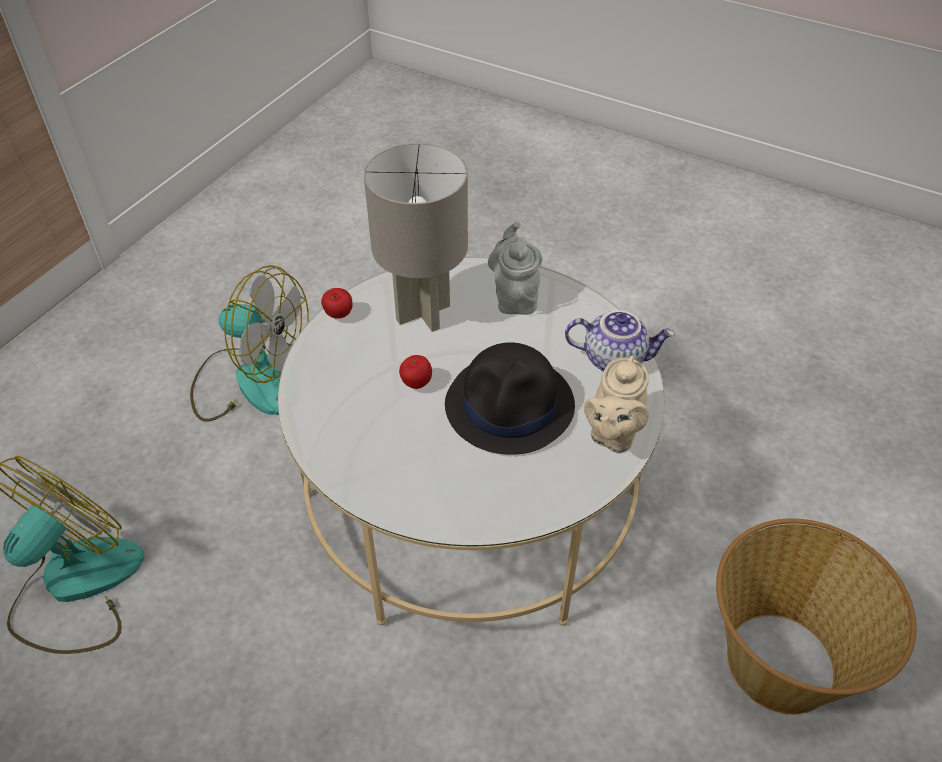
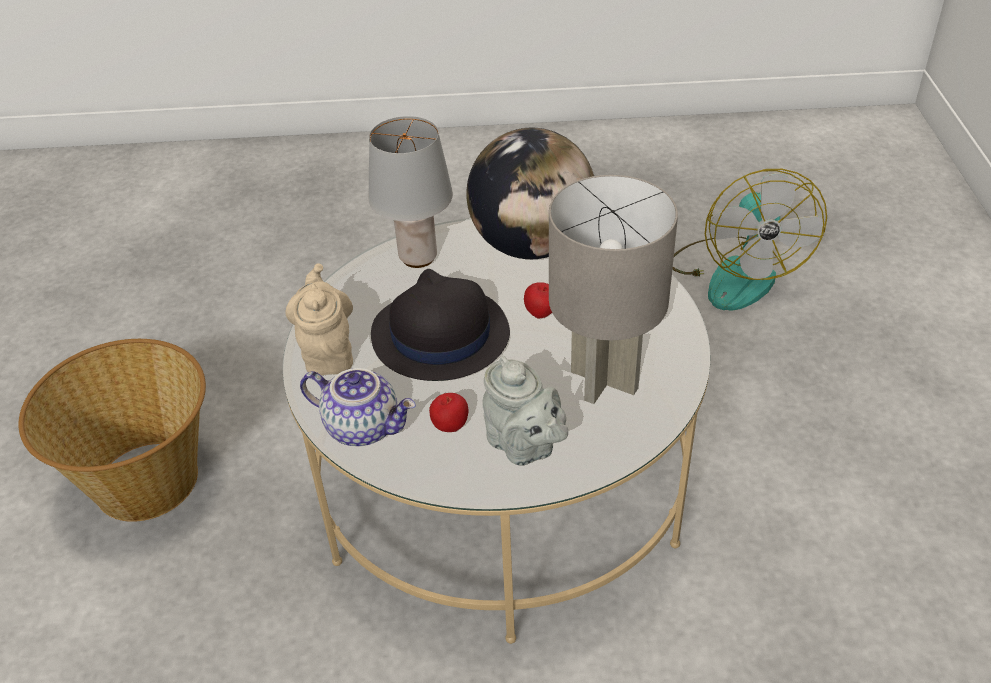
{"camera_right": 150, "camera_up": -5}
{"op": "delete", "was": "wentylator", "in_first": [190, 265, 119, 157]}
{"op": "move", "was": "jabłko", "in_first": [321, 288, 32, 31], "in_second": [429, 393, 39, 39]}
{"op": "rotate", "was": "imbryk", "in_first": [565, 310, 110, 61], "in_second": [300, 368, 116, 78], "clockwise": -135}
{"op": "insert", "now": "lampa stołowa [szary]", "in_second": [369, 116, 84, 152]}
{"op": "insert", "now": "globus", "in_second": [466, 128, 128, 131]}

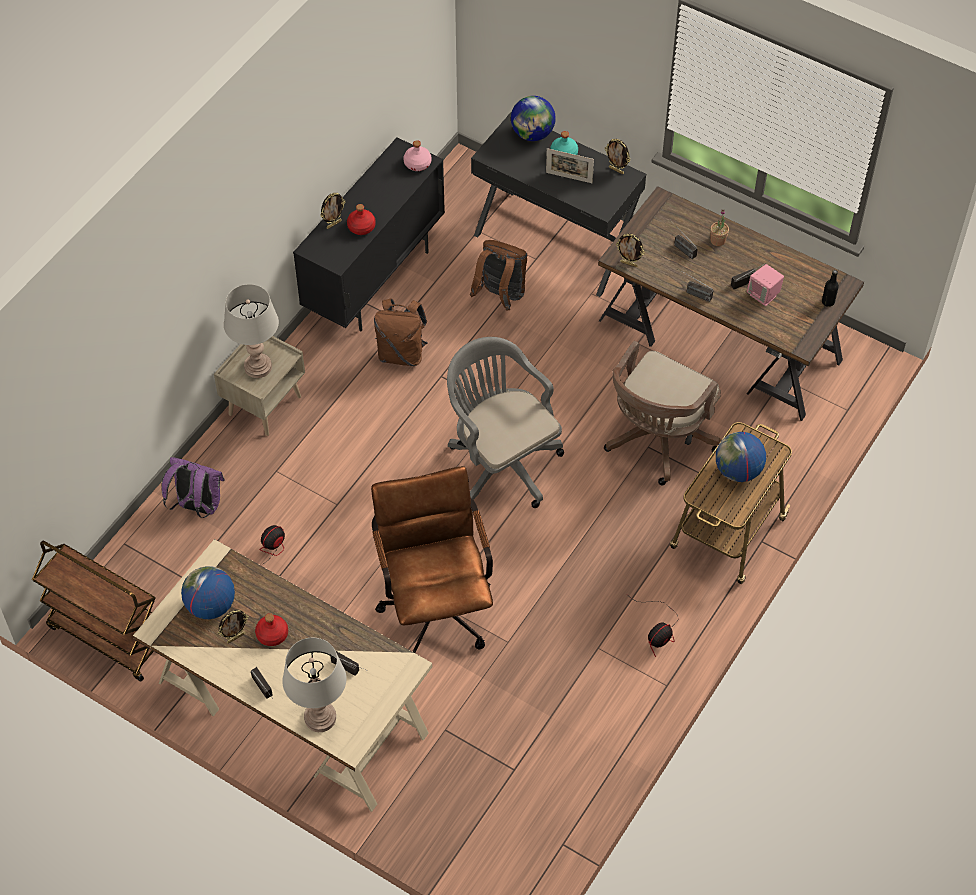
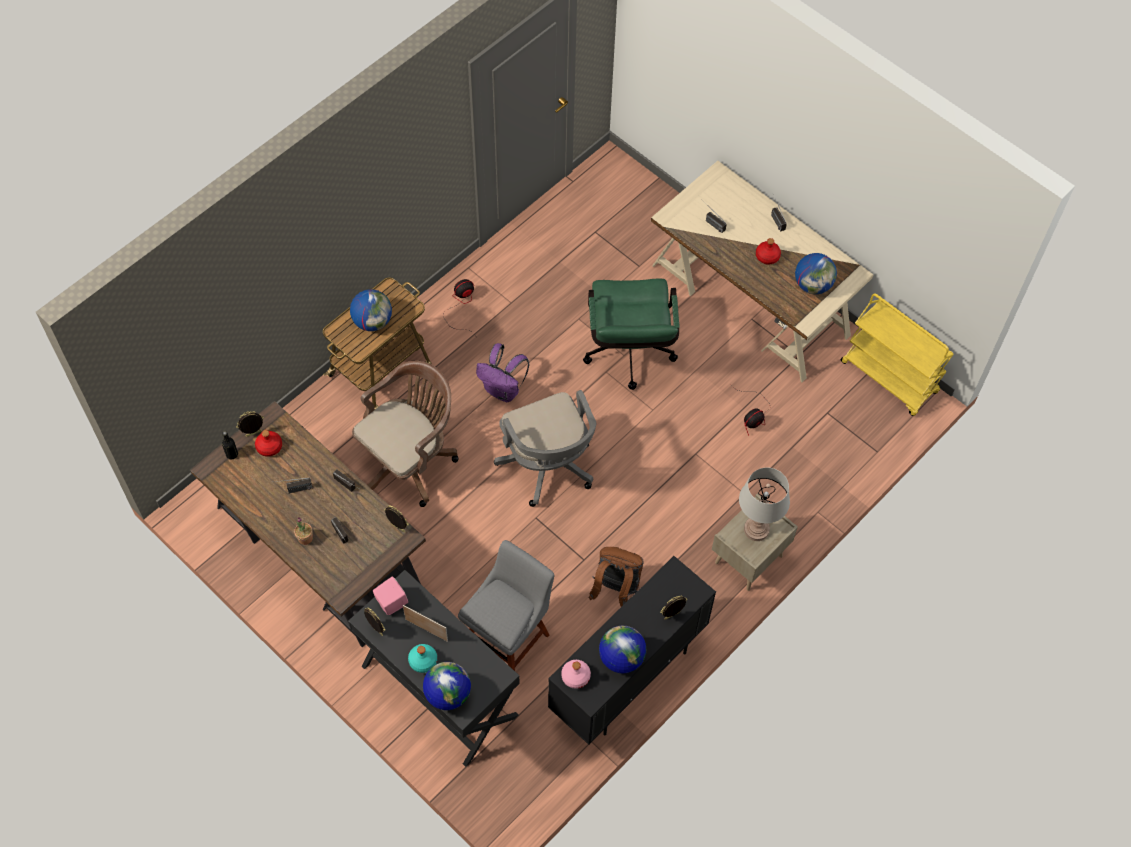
{"camera_right": -170, "camera_up": 5}
{"op": "move", "was": "butelka [czerwony]", "in_first": [347, 204, 29, 31], "in_second": [255, 430, 27, 27]}
{"op": "replace", "was": "plecak [brązowy]", "now": "krzesło [szary]", "in_first": [470, 240, 57, 71], "in_second": [458, 540, 97, 131]}
{"op": "move", "was": "głośnik [różowy]", "in_first": [747, 264, 37, 42], "in_second": [373, 577, 35, 38]}
{"op": "move", "was": "plecak [fioletowy]", "in_first": [161, 457, 64, 61], "in_second": [476, 343, 53, 59]}
{"op": "recolor", "was": "krzesło biurowe [brązowy]", "now": "krzesło biurowe [zielony]", "in_first": [371, 466, 122, 187], "in_second": [583, 279, 97, 111]}
{"op": "recolor", "was": "wózek [brązowy]", "now": "wózek [żółty]", "in_first": [32, 540, 124, 142], "in_second": [841, 293, 113, 123]}
{"op": "move", "was": "ramka na zdjęcie", "in_first": [218, 610, 31, 34], "in_second": [236, 411, 28, 26]}
{"op": "delete", "was": "lampa stołowa [szary]", "in_first": [282, 638, 65, 94]}
{"op": "insert", "now": "globus", "in_second": [599, 626, 47, 47]}

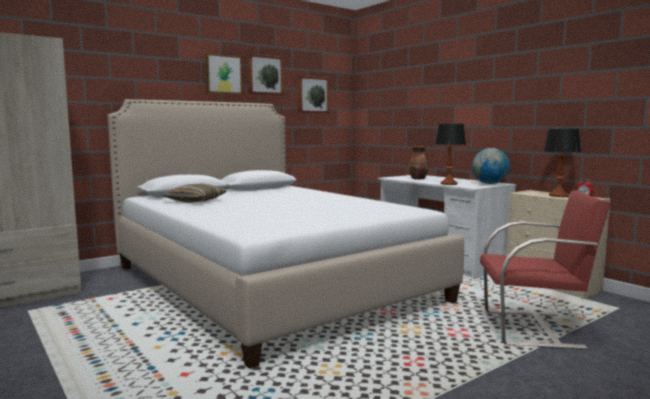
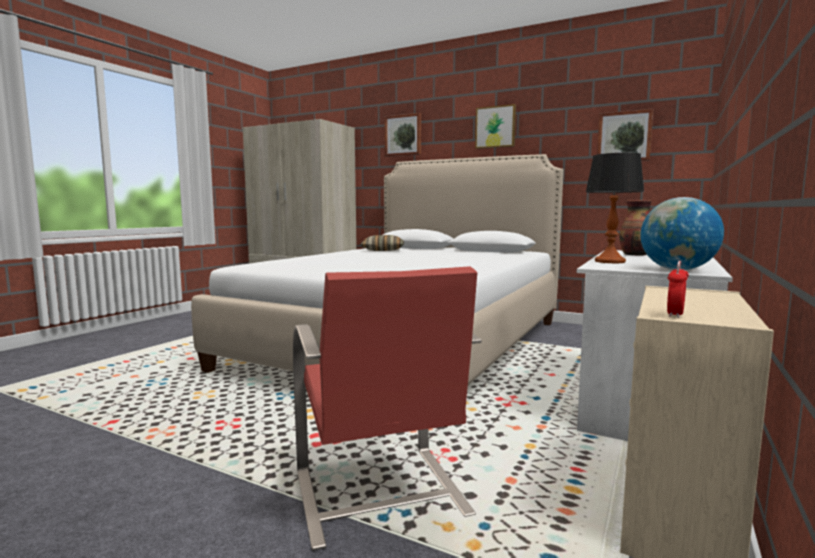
{"camera_right": 65, "camera_up": 0}
{"op": "move", "was": "obraz", "in_first": [248, 54, 36, 42], "in_second": [384, 113, 37, 44]}
{"op": "delete", "was": "lampa stołowa", "in_first": [543, 129, 38, 68]}

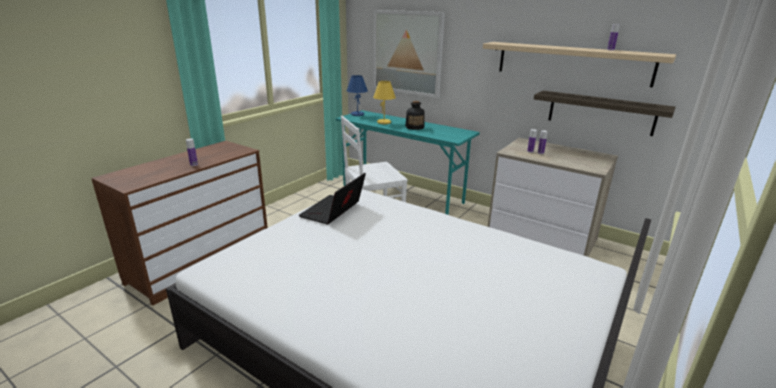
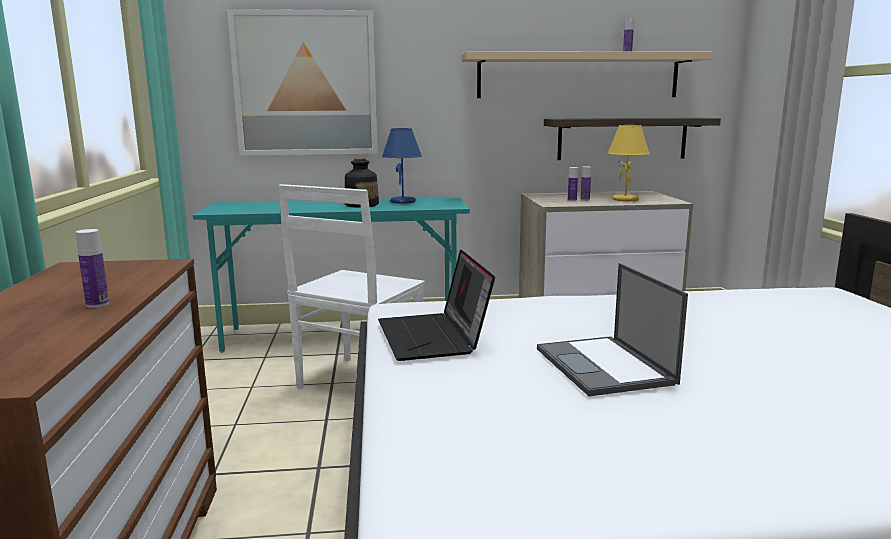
{"camera_right": -40, "camera_up": -10}
{"op": "move", "was": "lampa stołowa [niebieski]", "in_first": [347, 75, 21, 41], "in_second": [382, 128, 40, 76]}
{"op": "move", "was": "lampa stołowa [żółty]", "in_first": [373, 81, 23, 43], "in_second": [607, 125, 43, 76]}
{"op": "insert", "now": "laptop", "in_second": [537, 263, 151, 133]}

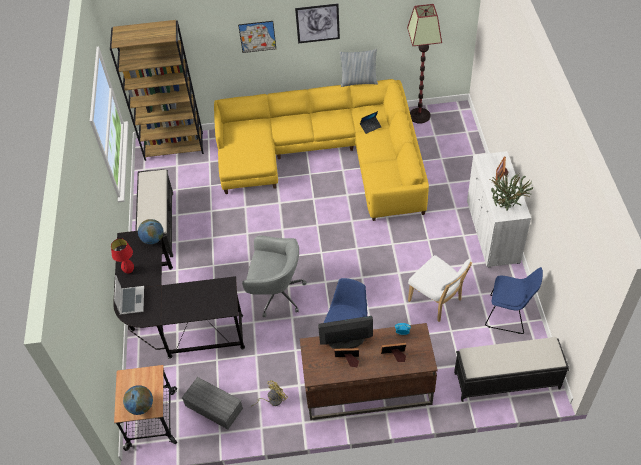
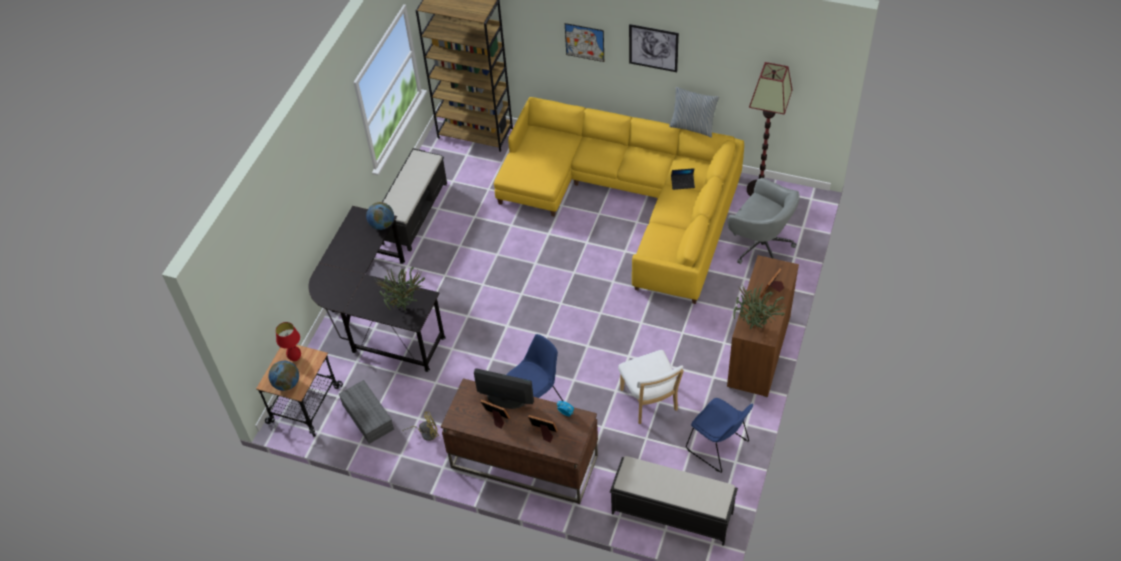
{"camera_right": 25, "camera_up": 0}
{"op": "recolor", "was": "szafka [biały]", "now": "szafka [brązowy]", "in_first": [467, 151, 64, 116], "in_second": [727, 255, 72, 142]}
{"op": "move", "was": "krzesło biurowe [szary]", "in_first": [242, 235, 65, 83], "in_second": [728, 178, 71, 86]}
{"op": "move", "was": "lampa stołowa [czerwony]", "in_first": [111, 238, 23, 35], "in_second": [276, 322, 25, 39]}
{"op": "delete", "was": "laptop", "in_first": [114, 276, 30, 39]}
{"op": "insert", "now": "roślina doniczkowa", "in_second": [373, 267, 52, 43]}

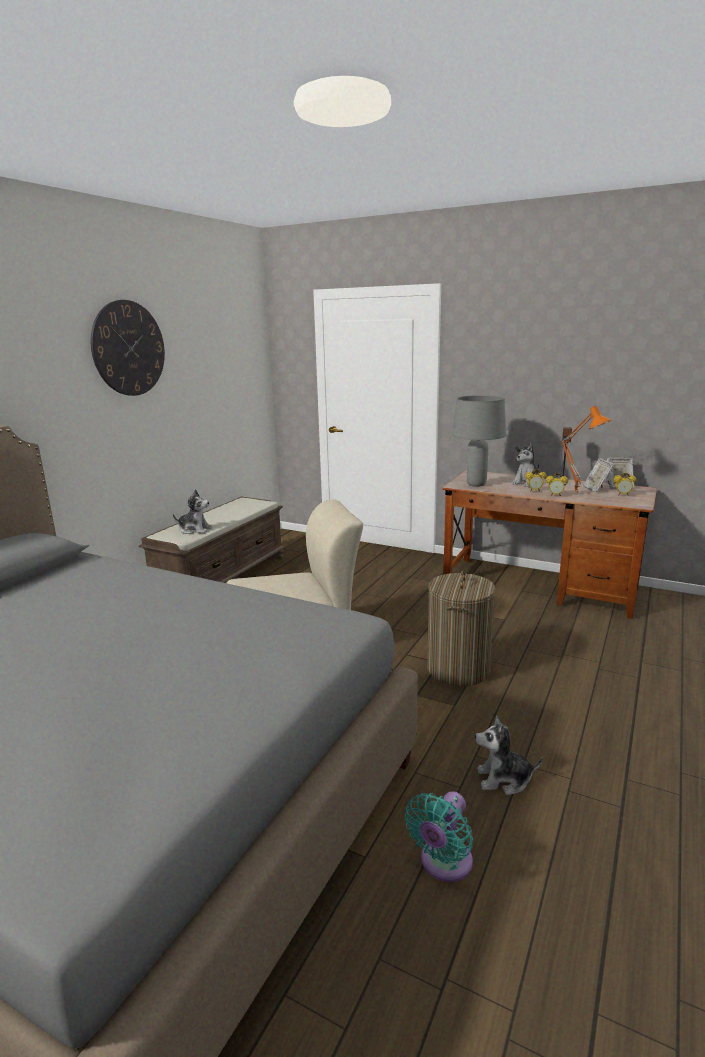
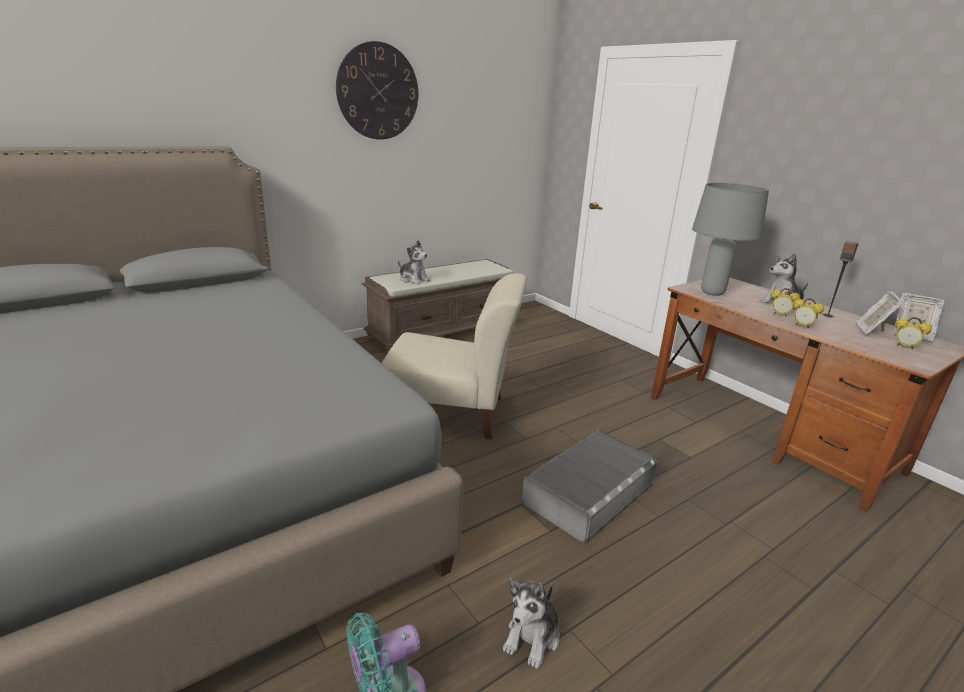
{"camera_right": 25, "camera_up": 5}
{"op": "delete", "was": "lampa stołowa [pomarańczowy]", "in_first": [562, 406, 50, 89]}
{"op": "replace", "was": "kosz na pranie", "now": "pojemnik do przechowywania [szary]", "in_first": [427, 570, 69, 116], "in_second": [522, 430, 135, 114]}
{"op": "rotate", "was": "pluszak", "in_first": [475, 716, 68, 79], "in_second": [503, 578, 57, 91], "clockwise": -90}

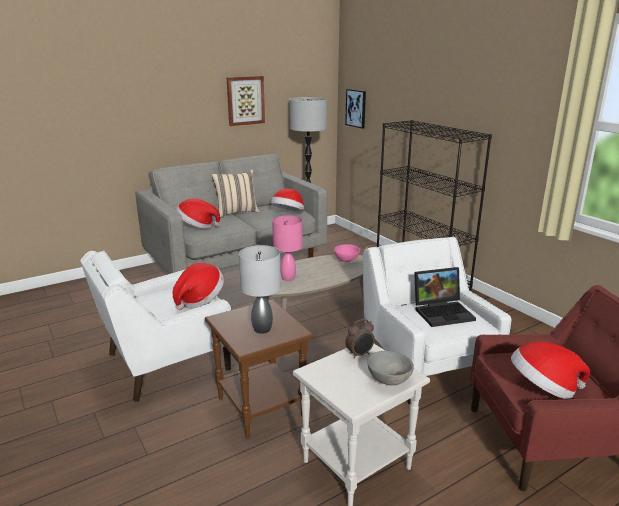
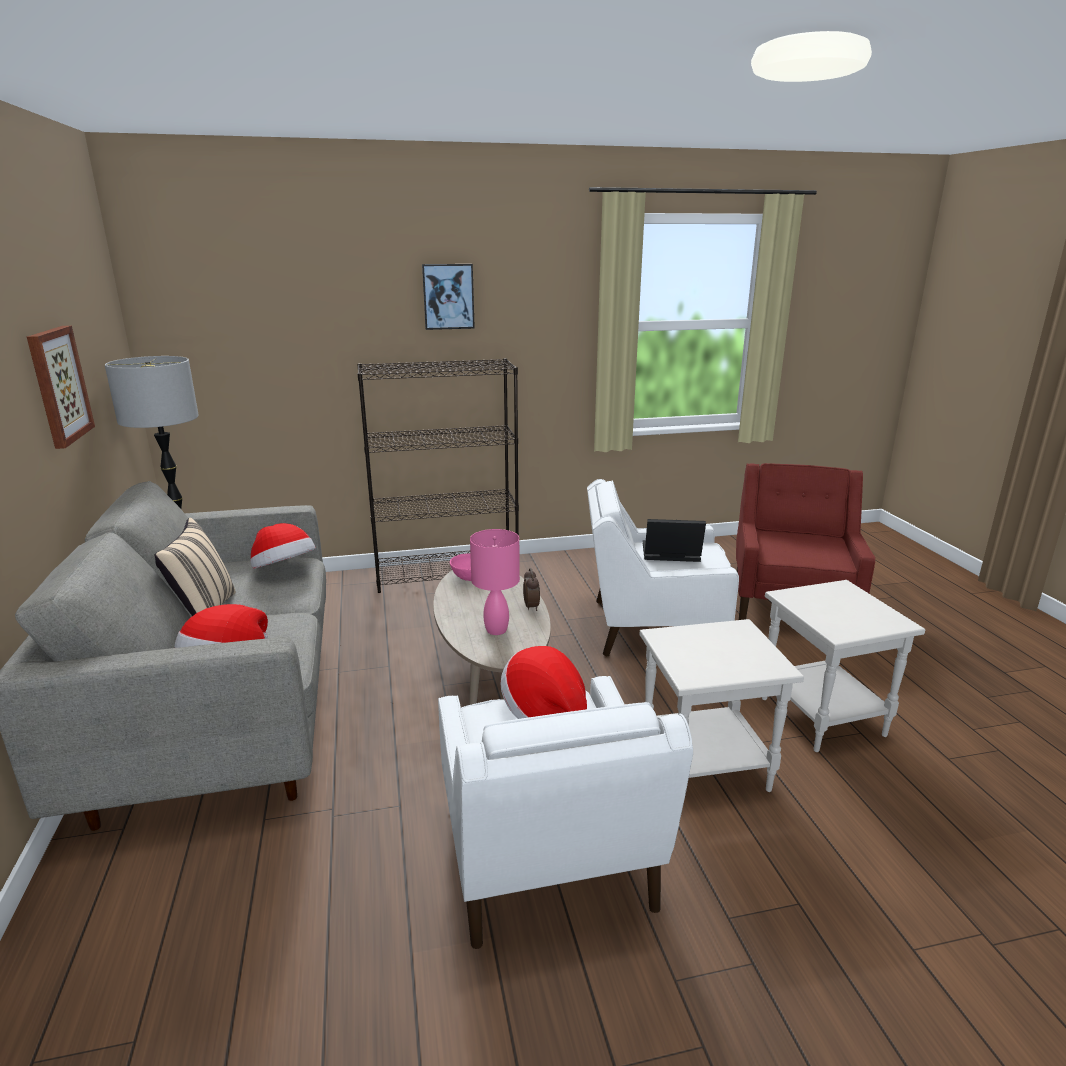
{"camera_right": -70, "camera_up": 0}
{"op": "move", "was": "obraz", "in_first": [345, 89, 21, 40], "in_second": [422, 264, 53, 66]}
{"op": "delete", "was": "lampa stołowa [szary]", "in_first": [239, 245, 42, 89]}
{"op": "rotate", "was": "laptop", "in_first": [414, 267, 62, 60], "in_second": [643, 519, 63, 43], "clockwise": -90}
{"op": "recolor", "was": "stolik [brązowy]", "now": "stolik [biały]", "in_first": [205, 299, 109, 140], "in_second": [639, 619, 165, 173]}
{"op": "move", "was": "budzik", "in_first": [345, 319, 29, 39], "in_second": [523, 568, 17, 43]}
{"op": "delete", "was": "kapelusz", "in_first": [511, 341, 79, 58]}
{"op": "delete", "was": "miska [szary]", "in_first": [367, 351, 47, 35]}

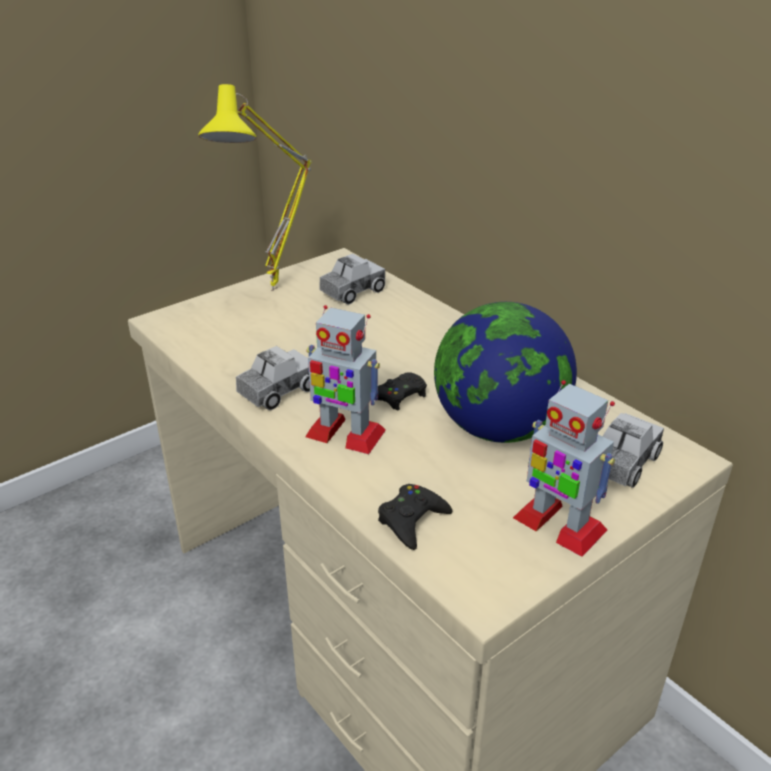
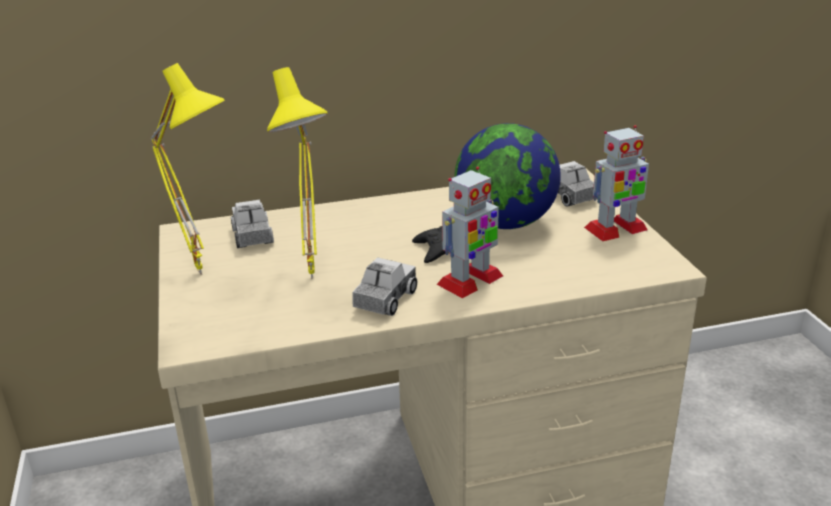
{"camera_right": -65, "camera_up": -5}
{"op": "rotate", "was": "ciężarówka zabawkowa", "in_first": [236, 346, 74, 64], "in_second": [352, 257, 65, 59], "clockwise": 45}
{"op": "delete", "was": "pad do gier [czarny]", "in_first": [378, 484, 74, 66]}
{"op": "insert", "now": "lampa stołowa [żółty]", "in_second": [267, 67, 61, 212]}

